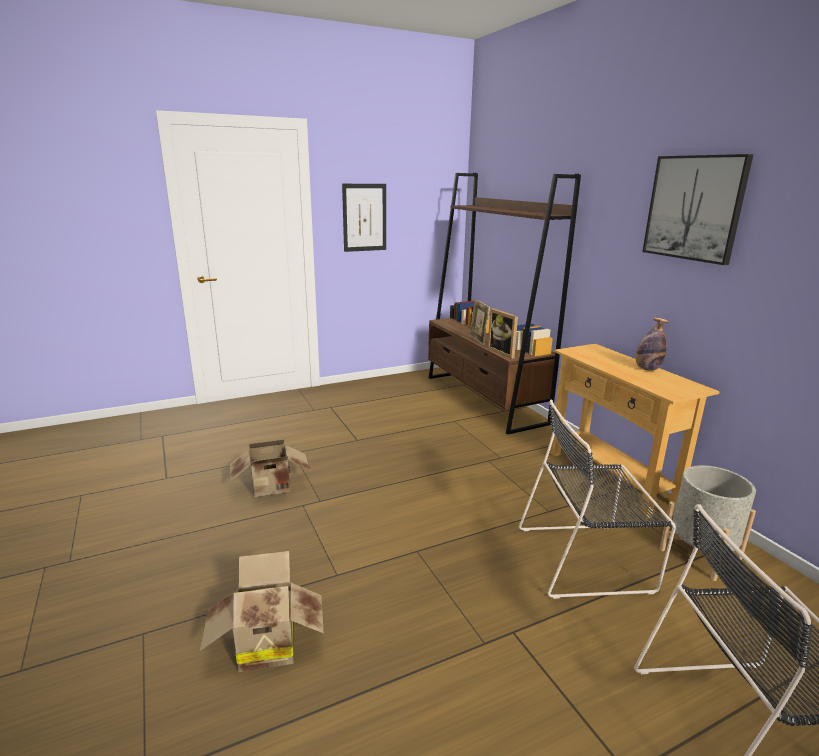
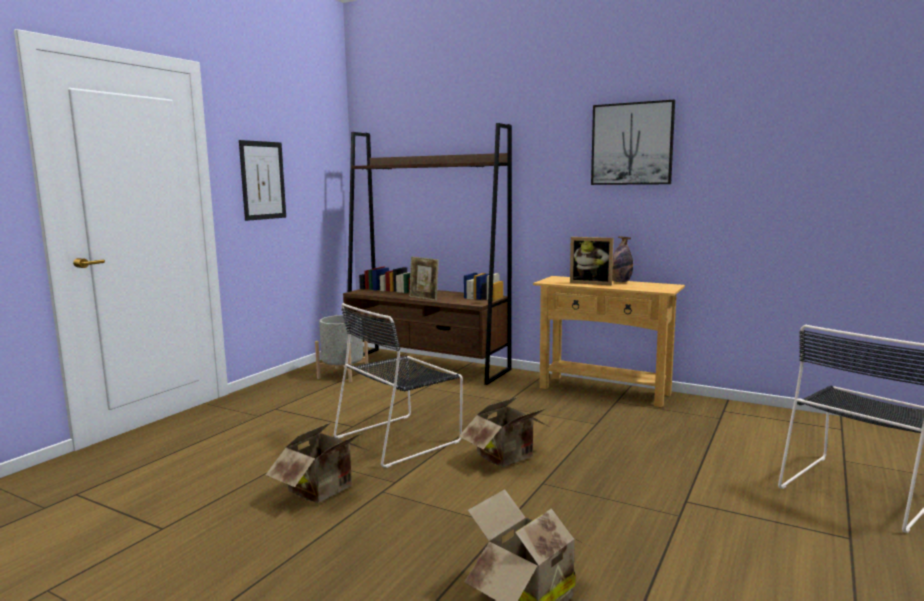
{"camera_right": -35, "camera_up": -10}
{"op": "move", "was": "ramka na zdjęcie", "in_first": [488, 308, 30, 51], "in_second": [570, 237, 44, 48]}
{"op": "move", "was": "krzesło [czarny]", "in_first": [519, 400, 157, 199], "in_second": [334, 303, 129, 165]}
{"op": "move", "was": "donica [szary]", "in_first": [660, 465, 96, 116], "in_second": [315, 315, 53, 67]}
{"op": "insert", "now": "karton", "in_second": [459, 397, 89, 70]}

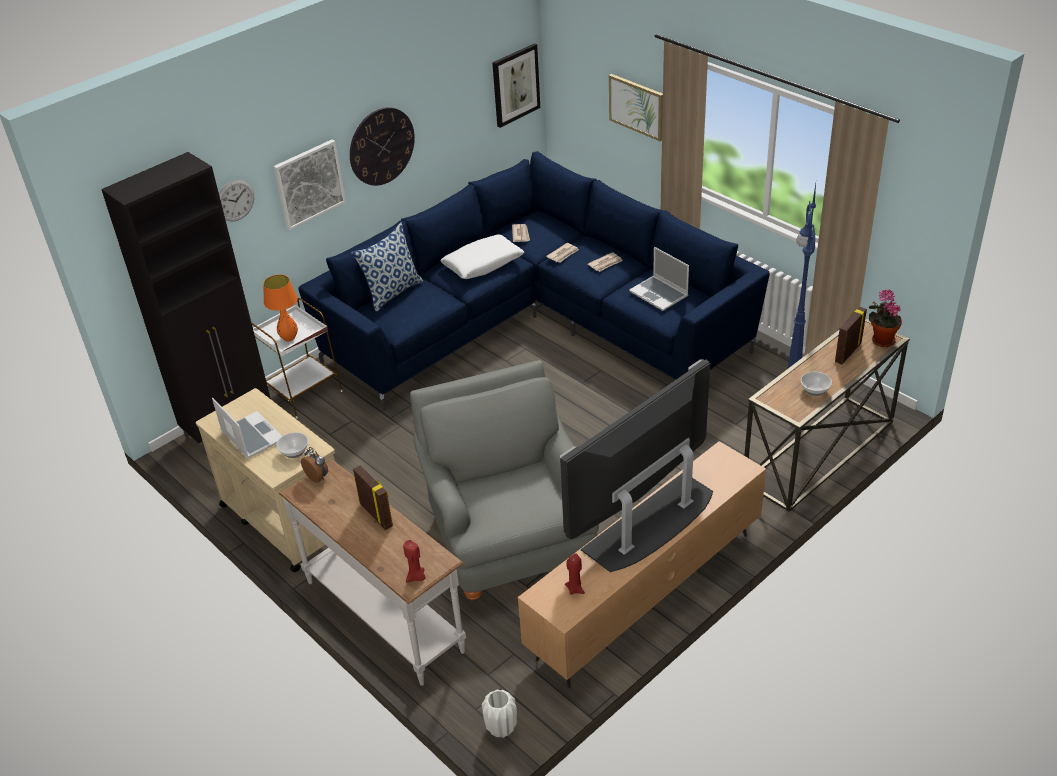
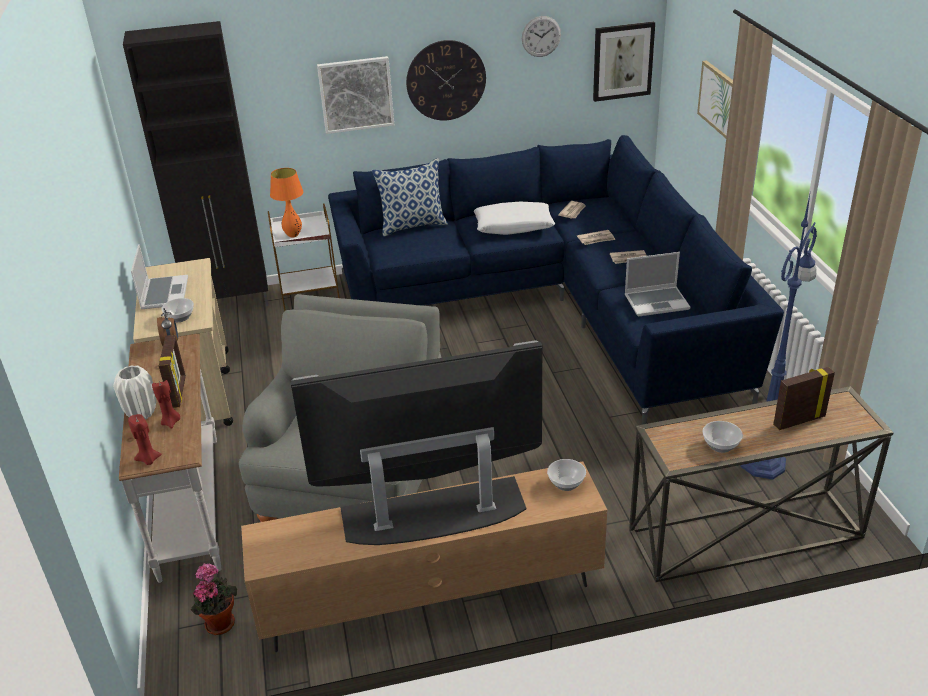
{"camera_right": 30, "camera_up": -5}
{"op": "move", "was": "zegar ścienny", "in_first": [219, 180, 35, 42], "in_second": [522, 16, 39, 41]}
{"op": "rotate", "was": "laptop", "in_first": [629, 247, 60, 64], "in_second": [625, 252, 65, 64], "clockwise": -90}
{"op": "move", "was": "roślina doniczkowa", "in_first": [869, 290, 33, 57], "in_second": [191, 563, 46, 72]}
{"op": "move", "was": "świeca [czerwony]", "in_first": [565, 553, 20, 42], "in_second": [152, 380, 28, 49]}
{"op": "move", "was": "wazon [biały]", "in_first": [482, 690, 35, 48], "in_second": [113, 365, 43, 55]}
{"op": "insert", "now": "miska", "in_second": [547, 459, 39, 32]}

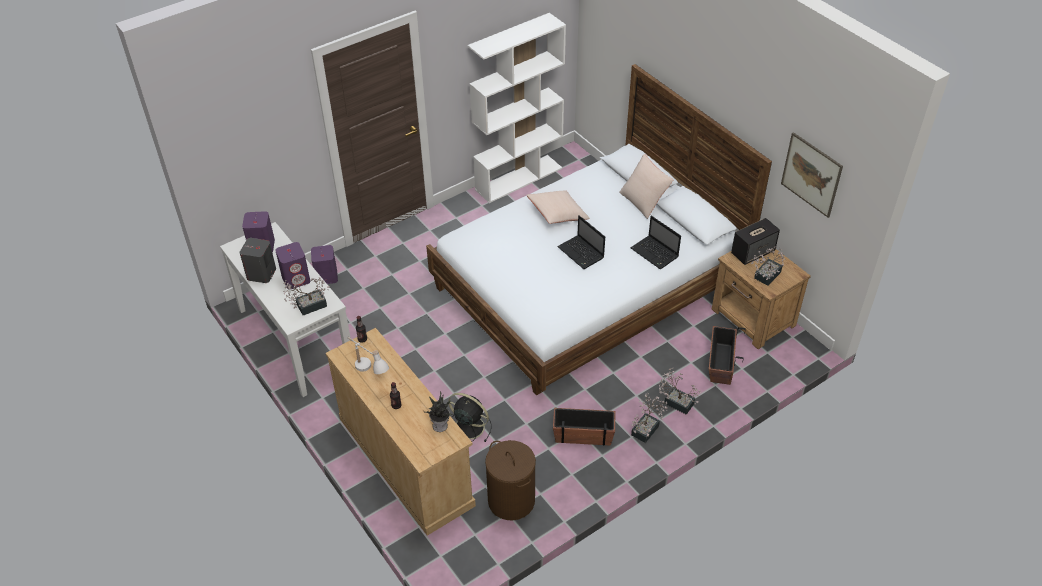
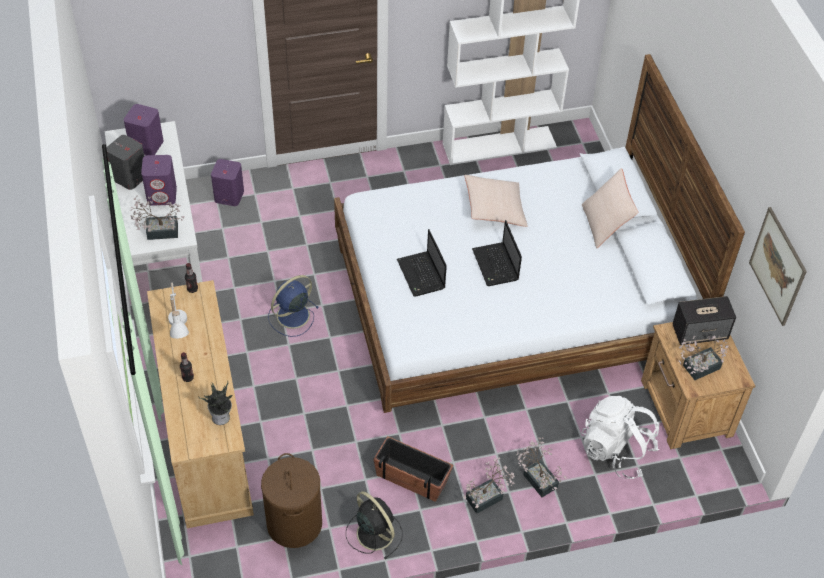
{"camera_right": 20, "camera_up": 5}
{"op": "move", "was": "laptop", "in_first": [631, 216, 50, 53], "in_second": [397, 229, 50, 68]}
{"op": "replace", "was": "donica", "now": "plecak [biały]", "in_first": [709, 326, 37, 59], "in_second": [581, 396, 78, 83]}
{"op": "move", "was": "wentylator [czarny]", "in_first": [449, 393, 43, 49], "in_second": [346, 491, 57, 69]}
{"op": "insert", "now": "wentylator [niebieski]", "in_second": [268, 275, 51, 62]}

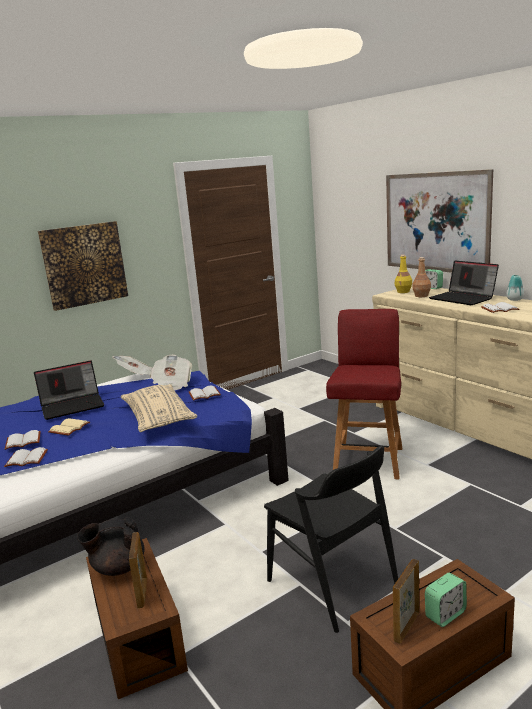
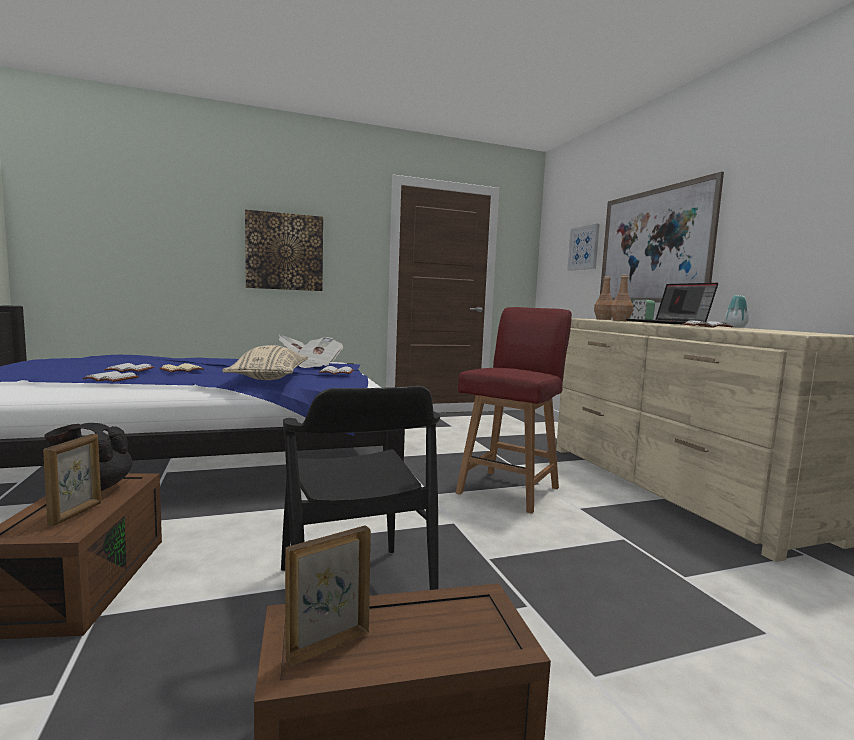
{"camera_right": 15, "camera_up": -10}
{"op": "recolor", "was": "butelka [żółty]", "now": "butelka [brązowy]", "in_first": [395, 255, 17, 38], "in_second": [594, 276, 19, 44]}
{"op": "delete", "was": "laptop", "in_first": [34, 360, 71, 60]}
{"op": "delete", "was": "budzik", "in_first": [425, 573, 42, 54]}
{"op": "insert", "now": "obraz", "in_second": [567, 224, 33, 47]}

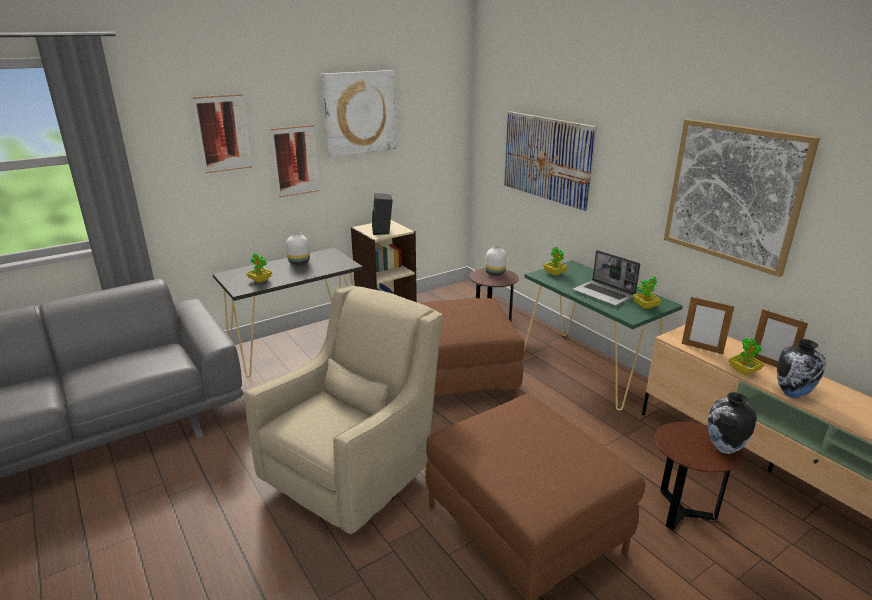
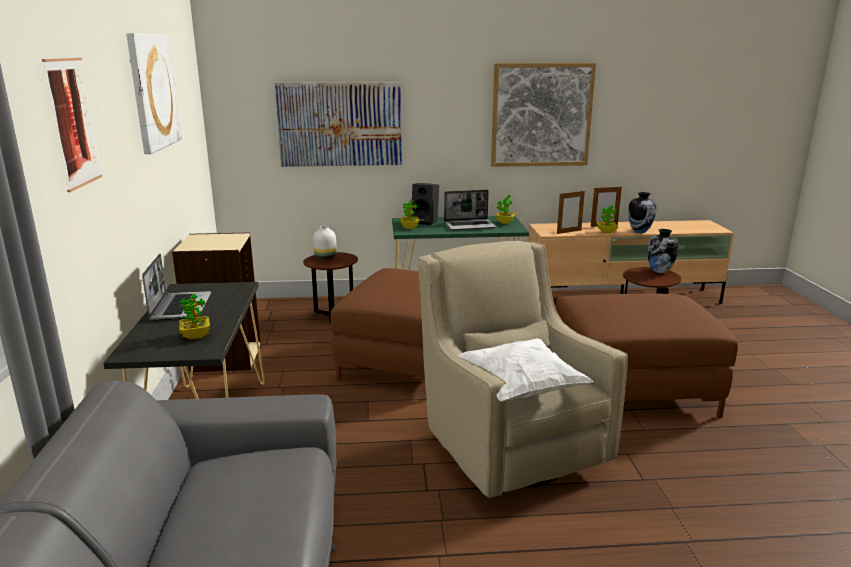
{"camera_right": -60, "camera_up": -5}
{"op": "delete", "was": "obraz", "in_first": [271, 125, 48, 72]}
{"op": "move", "was": "głośnik [czarny]", "in_first": [372, 193, 21, 42], "in_second": [411, 183, 28, 42]}
{"op": "replace", "was": "wazon [biały]", "now": "laptop", "in_first": [286, 232, 24, 33], "in_second": [142, 254, 69, 67]}
{"op": "insert", "now": "poduszka [biały]", "in_second": [459, 338, 134, 64]}

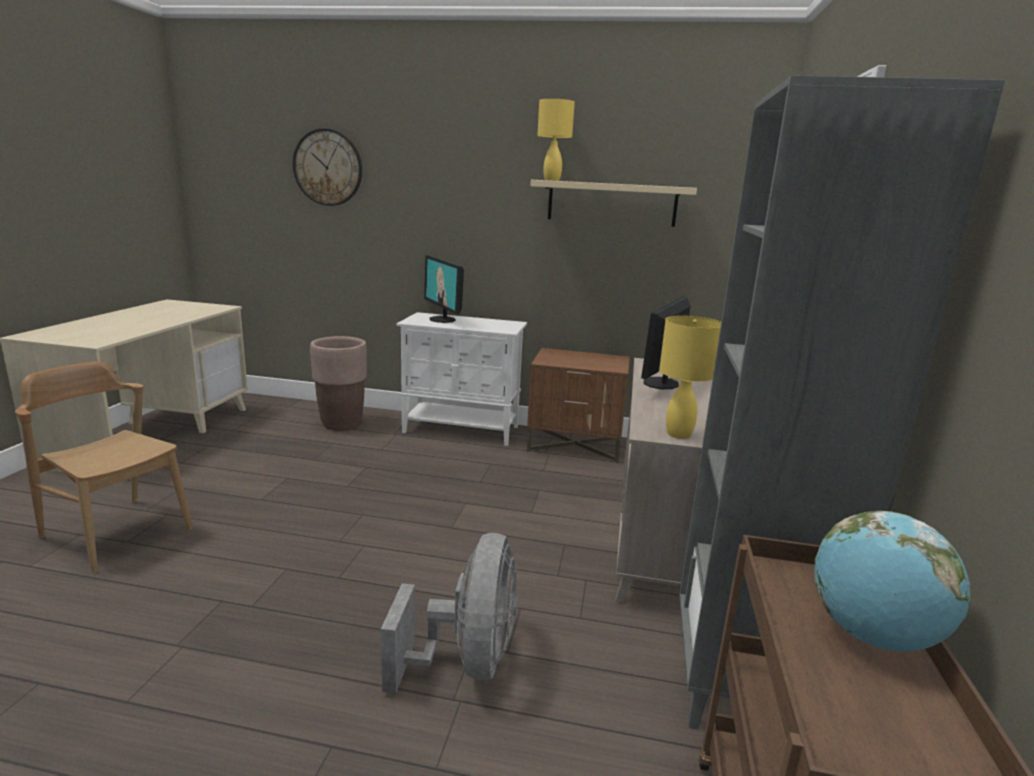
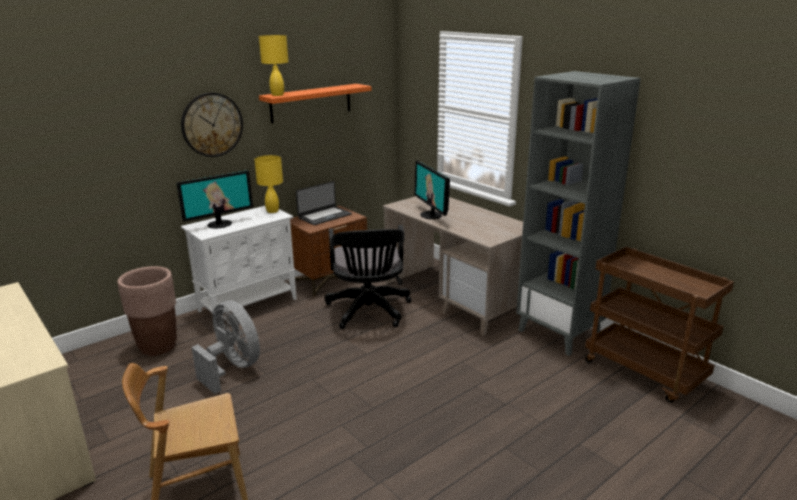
{"camera_right": -50, "camera_up": 5}
{"op": "move", "was": "zegar ścienny", "in_first": [293, 128, 69, 78], "in_second": [181, 92, 62, 65]}
{"op": "recolor", "was": "półka [beżowy]", "now": "półka [pomarańczowy]", "in_first": [530, 180, 167, 47], "in_second": [259, 84, 113, 39]}
{"op": "rotate", "was": "monitor", "in_first": [424, 255, 40, 68], "in_second": [176, 170, 77, 59], "clockwise": -45}
{"op": "move", "was": "lampa stołowa [żółty]", "in_first": [659, 316, 62, 123], "in_second": [254, 155, 29, 58]}
{"op": "delete", "was": "globus", "in_first": [814, 511, 157, 141]}
{"op": "move", "was": "wentylator [szary]", "in_first": [381, 533, 137, 161], "in_second": [191, 300, 69, 94]}
{"op": "insert", "now": "laptop", "in_second": [296, 181, 56, 44]}
{"op": "insert", "now": "krzesło biurowe [czarny]", "in_second": [324, 225, 88, 104]}

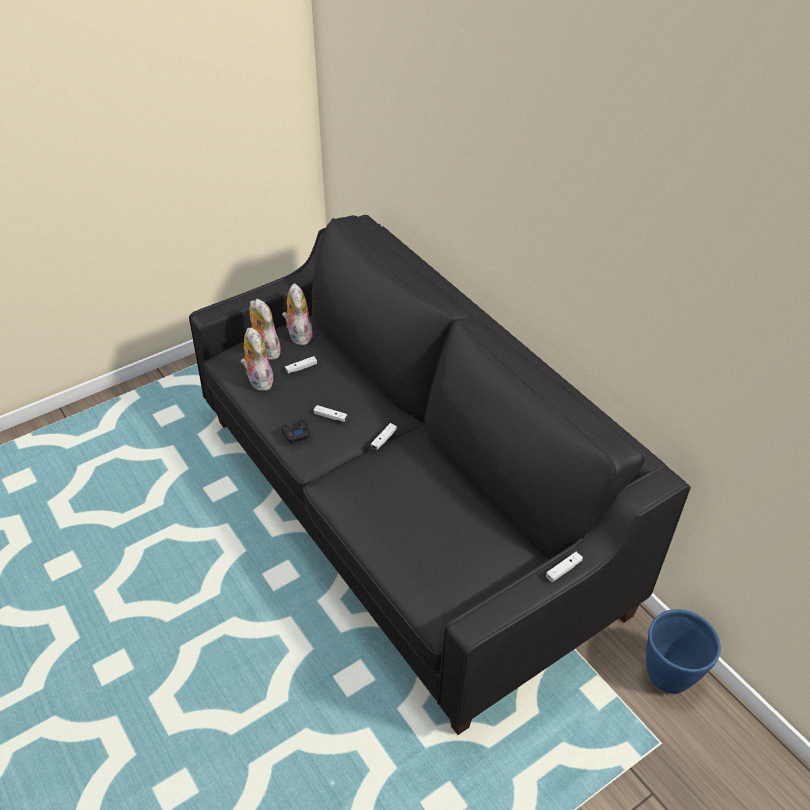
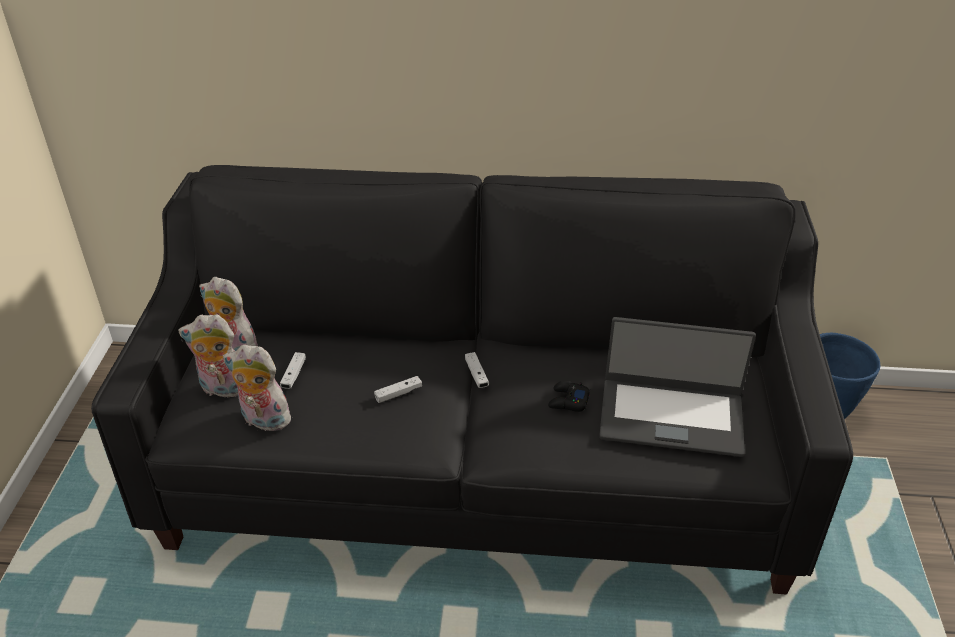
{"camera_right": -50, "camera_up": -5}
{"op": "move", "was": "pad do gier [czarny]", "in_first": [281, 420, 29, 23], "in_second": [548, 381, 42, 31]}
{"op": "delete", "was": "pad do gier [biały]", "in_first": [546, 552, 37, 30]}
{"op": "insert", "now": "laptop", "in_second": [599, 317, 157, 140]}

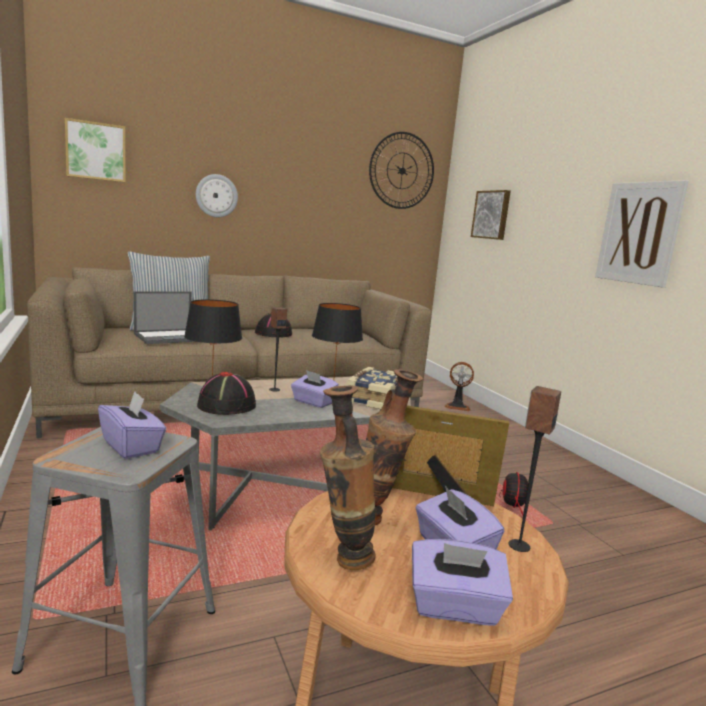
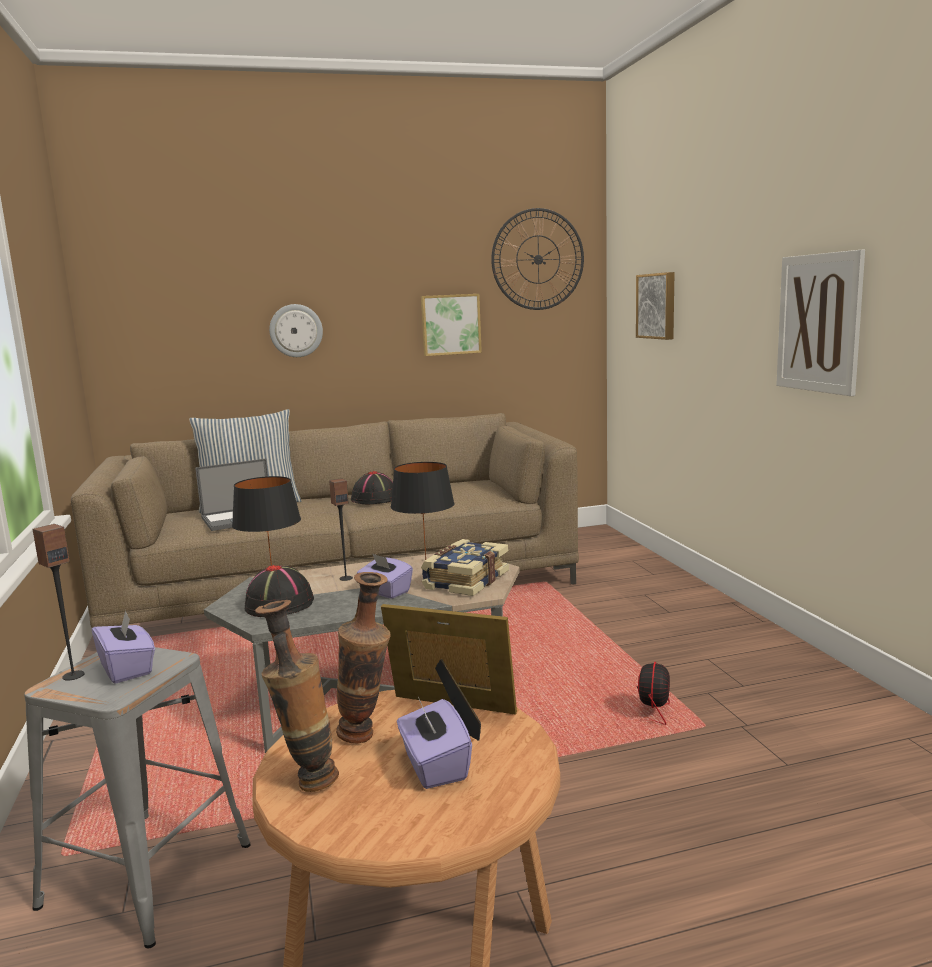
{"camera_right": 10, "camera_up": 0}
{"op": "move", "was": "obraz", "in_first": [65, 118, 61, 64], "in_second": [421, 294, 61, 62]}
{"op": "delete", "was": "wentylator", "in_first": [444, 362, 30, 49]}
{"op": "move", "was": "głośnik", "in_first": [509, 386, 52, 166], "in_second": [33, 524, 52, 157]}
{"op": "delete", "was": "pudełko chusteczek [fioletowy]", "in_first": [412, 539, 101, 87]}

